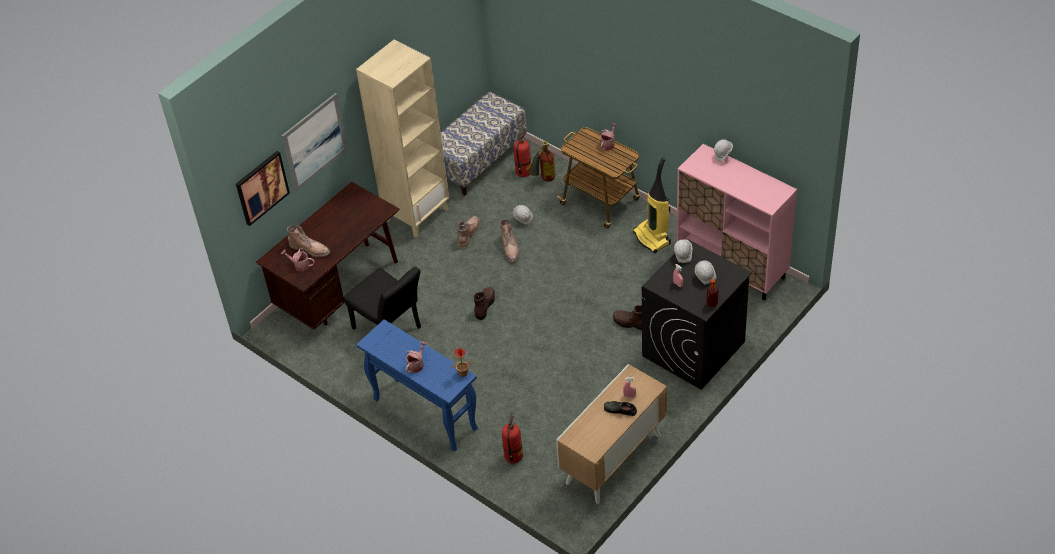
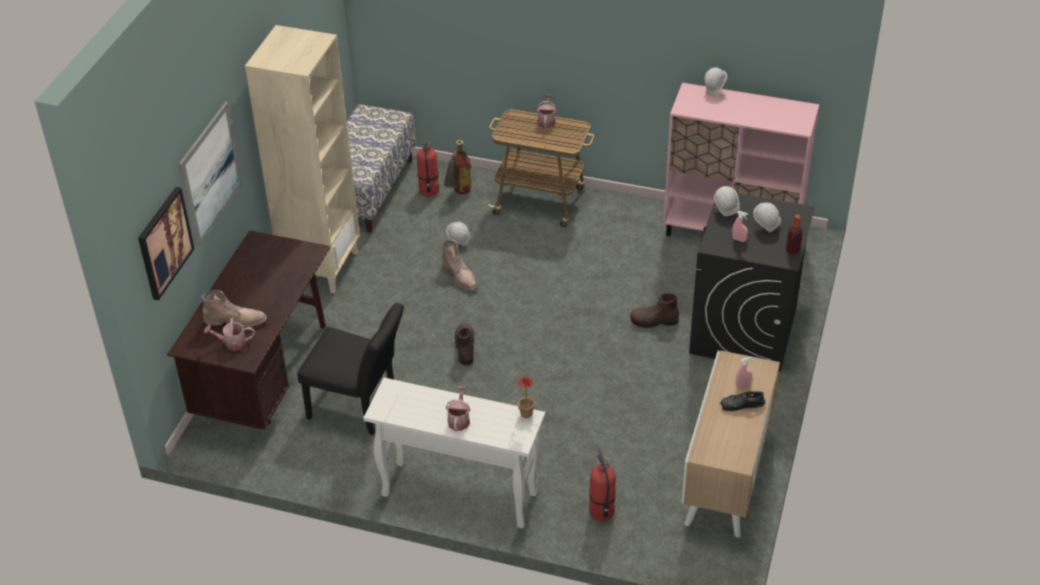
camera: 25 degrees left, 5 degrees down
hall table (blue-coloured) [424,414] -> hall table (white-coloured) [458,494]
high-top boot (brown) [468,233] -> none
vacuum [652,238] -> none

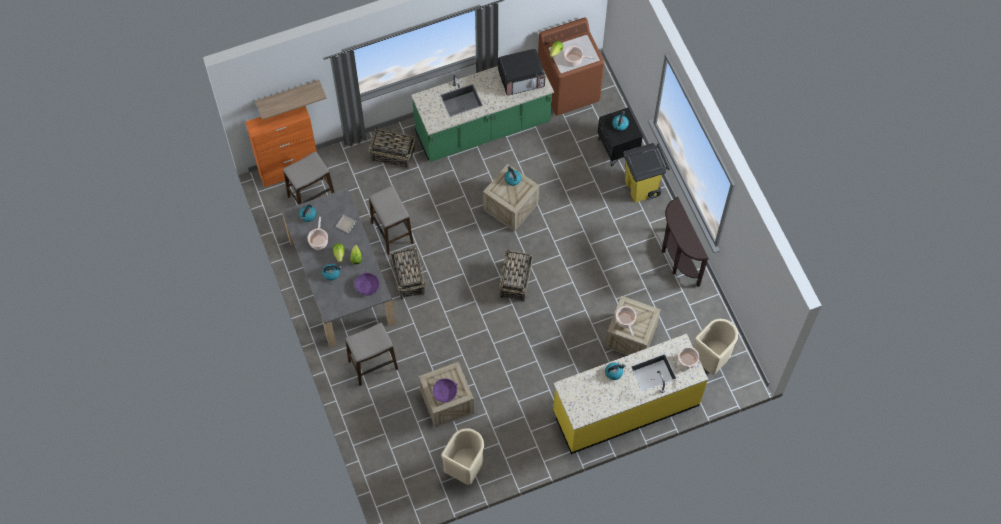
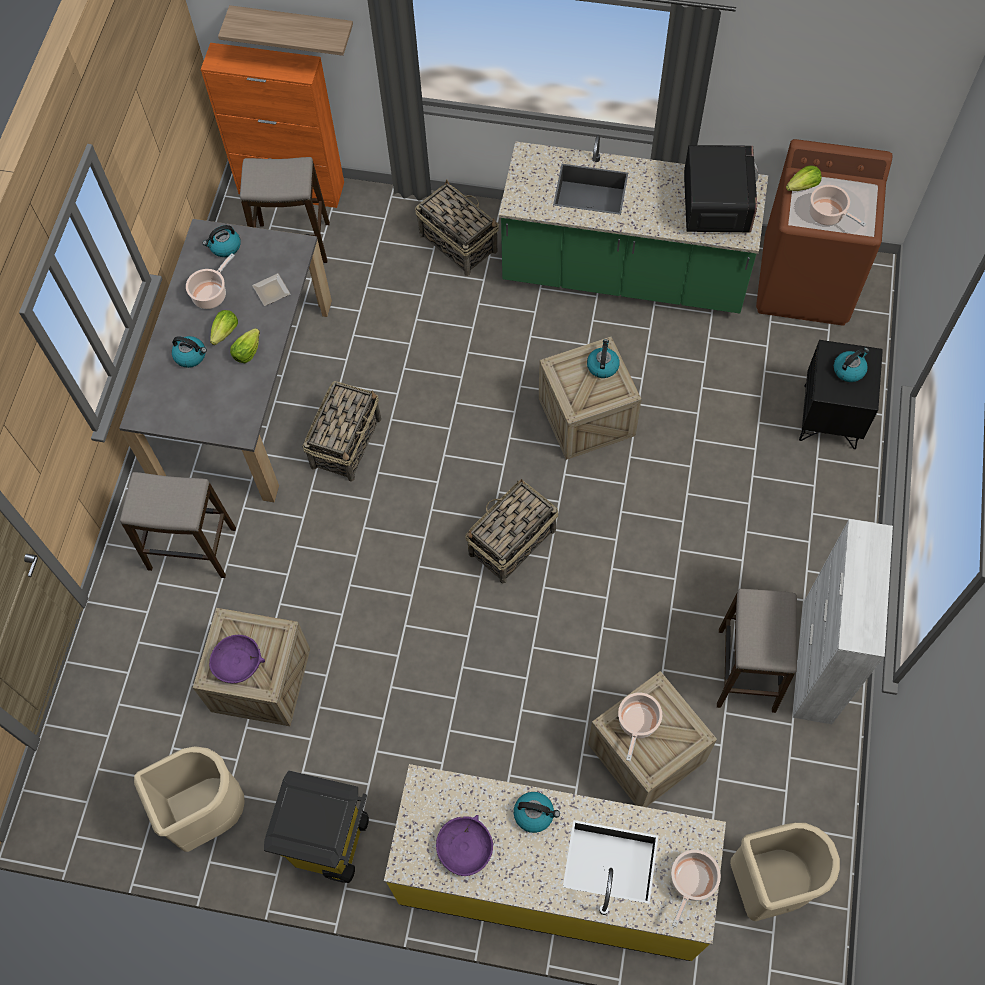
camera: 35 degrees right, 0 degrees up
rubbish bin (yellow-coloured) [642,187] -> rubbish bin (yellow-coloured) [331,844], moved
serving bowl (purple) [367,286] -> serving bowl (purple) [464,847], moved
microwave [521,78] -> microwave [716,203], 105 degrees counterclockwise
stool [392,233] -> stool [747,670], moved
hall table (brown) [677,260] -> cabinet (white-coloured) [816,663]

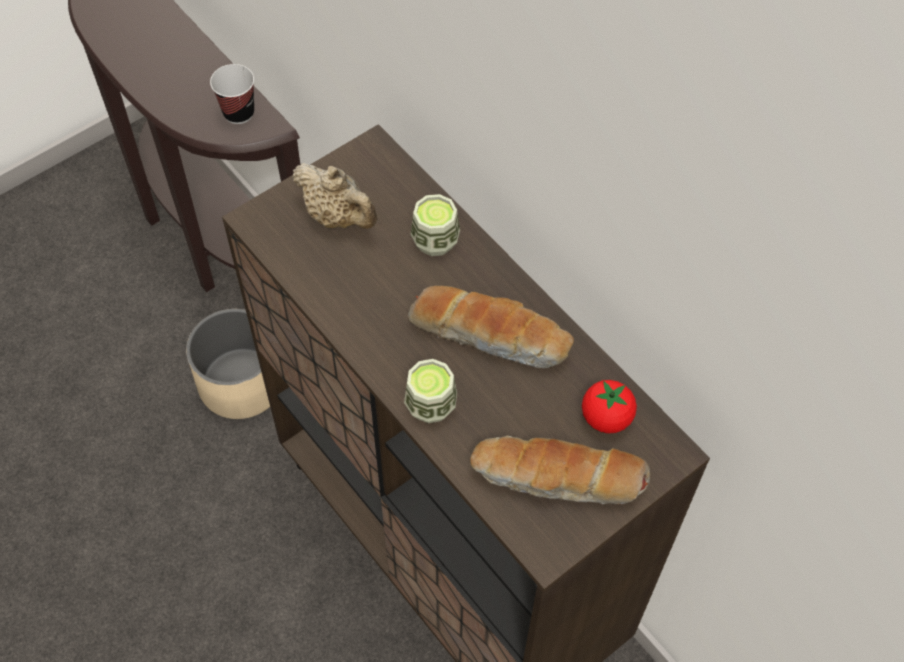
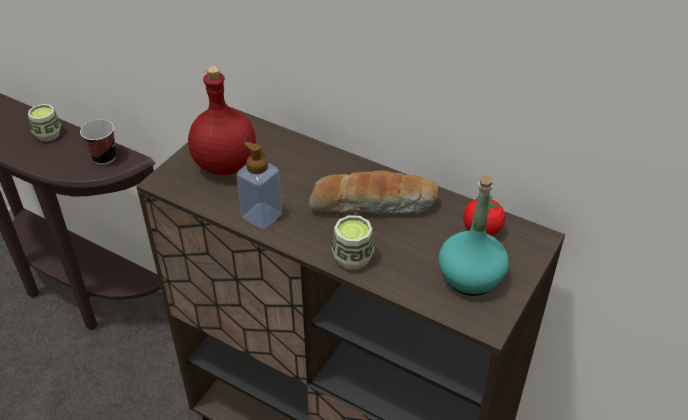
camera: 20 degrees left, 15 degrees down
small cup [435,241] -> small cup [48,134], moved
teapot (beige-coloured) [338,216] -> beverage bottle (red) [226,164]
none -> soap dispenser [262,216]
baked bread [558,479] -> beverage bottle (turquoise) [470,277]
plant pot (beige-coloured) [242,384] -> none

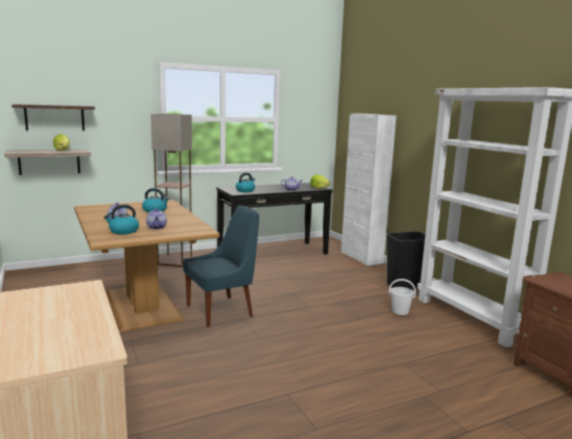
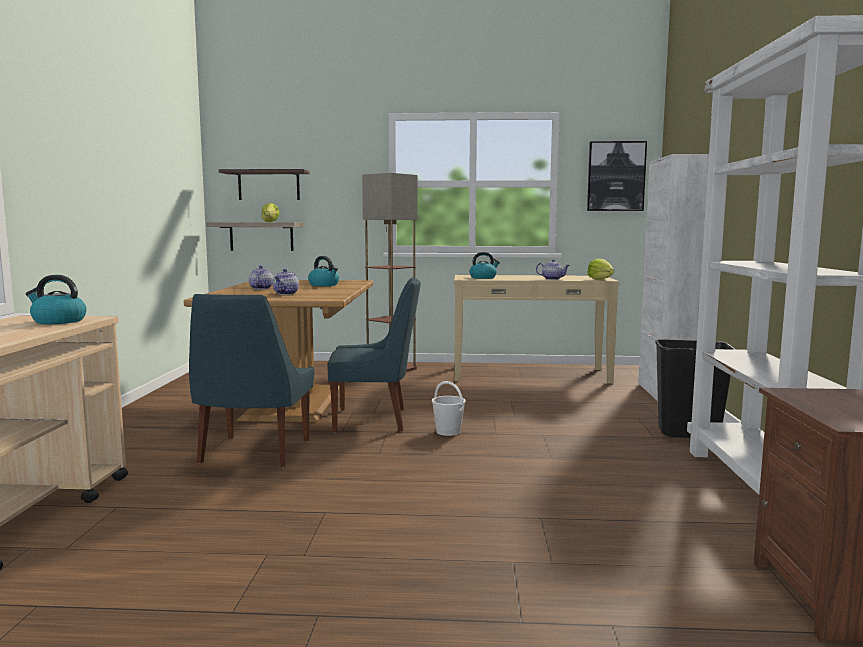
camera: 30 degrees right, 5 degrees down
water kettle [123,231] -> water kettle [58,321], moved
none -> upright chair (blue-coloured) [253,453]
water bucket (white-coloured) [400,311] -> water bucket (white-coloured) [448,432], moved
hall table (blackish) [272,253] -> hall table (beige-coloured) [530,374]
none -> picture [616,176]

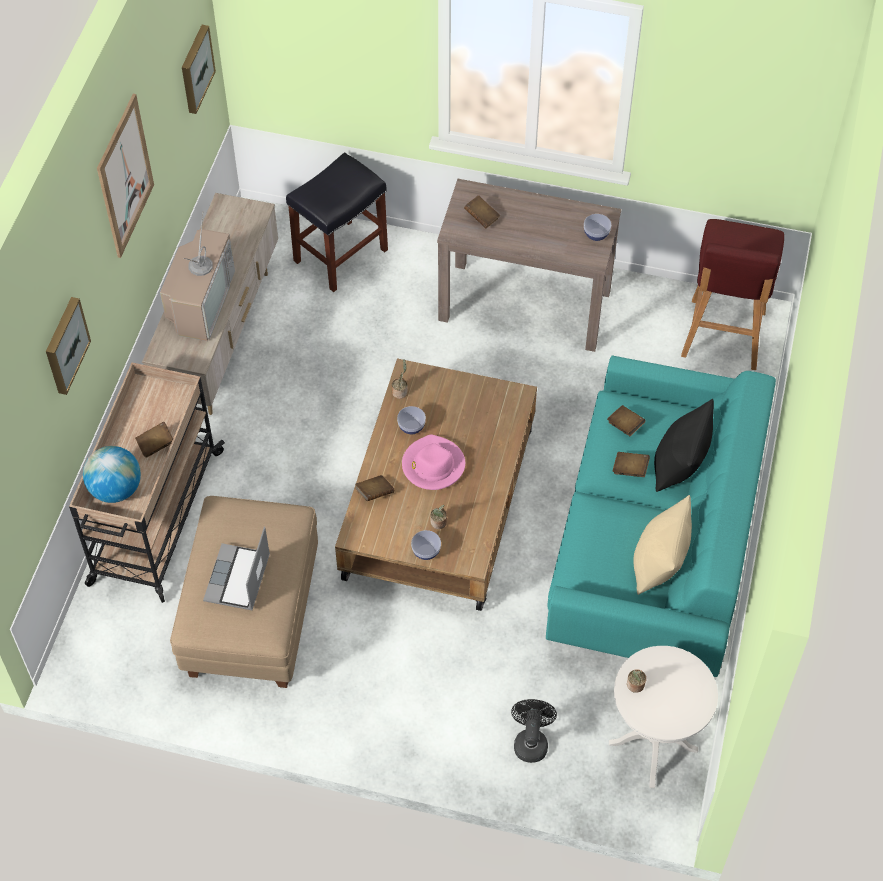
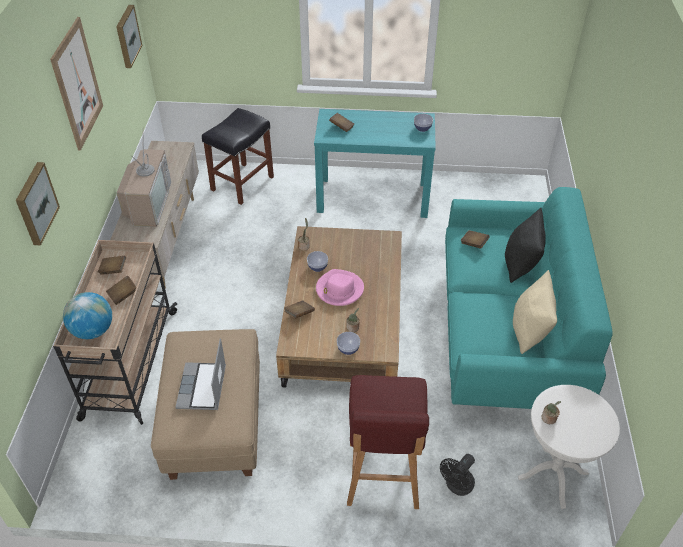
camera: 10 degrees left, 10 degrees down
bound book (brown) [630,469] -> bound book (brown) [113,270], moved
hall table (brown) [525,305] -> hall table (turquoise) [373,197]
stool (red) [722,336] -> stool (red) [383,477], moved
cooling fan (blackish) [531,741] -> cooling fan (blackish) [457,487], 135 degrees counterclockwise

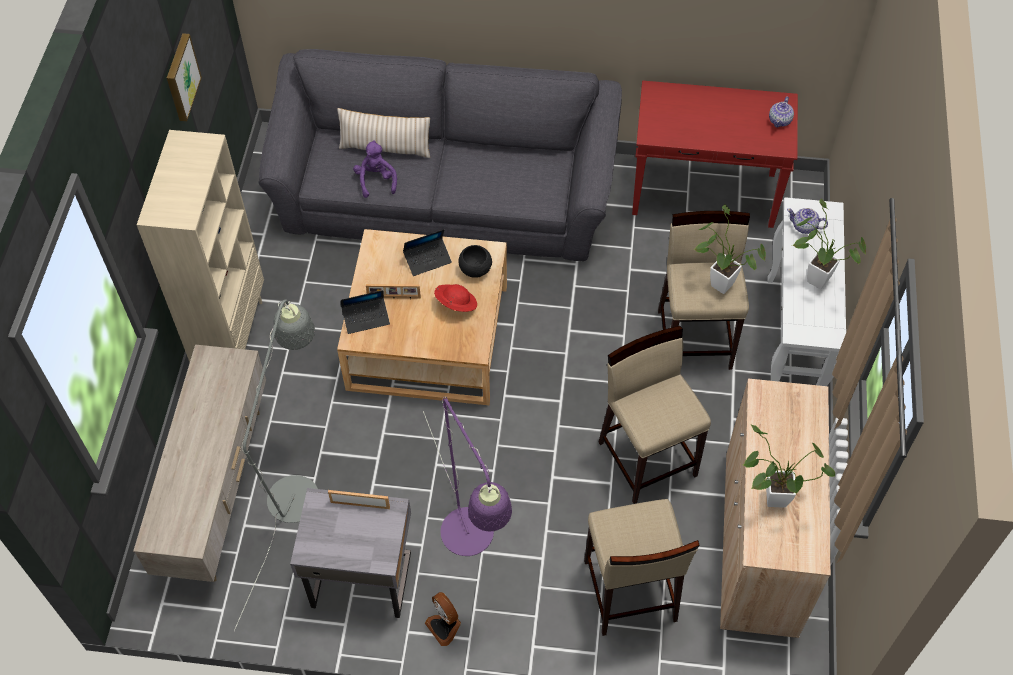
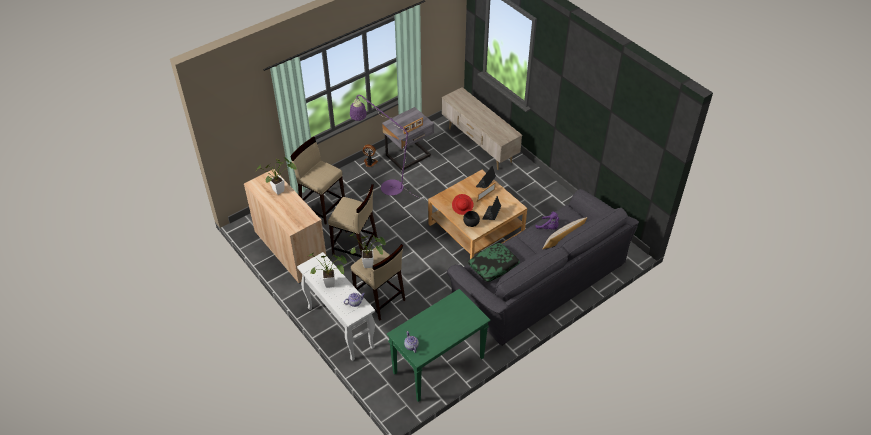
camera: 135 degrees right, 10 degrees down
hall table (red) [705,194] -> hall table (greenish) [438,366]
none -> cushion [493,266]
bookcase (beige-coloured) [231,334] -> none
picture [181,77] -> none
standard lamp (gray) [298,486] -> none

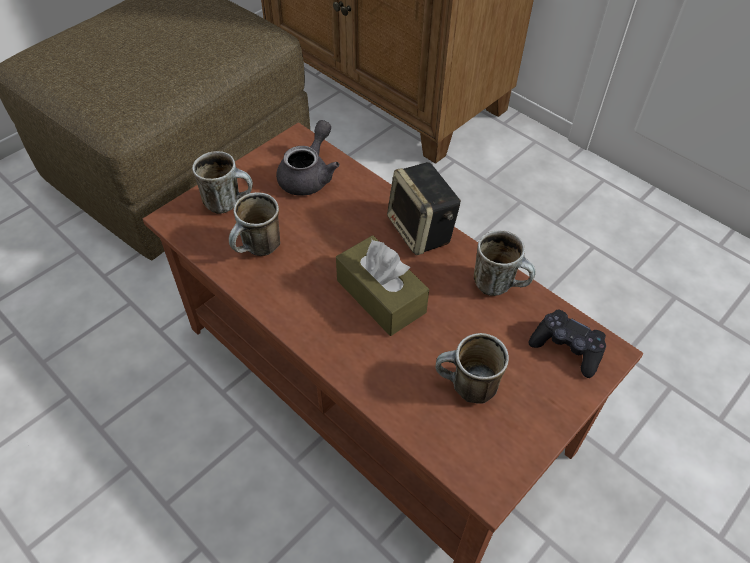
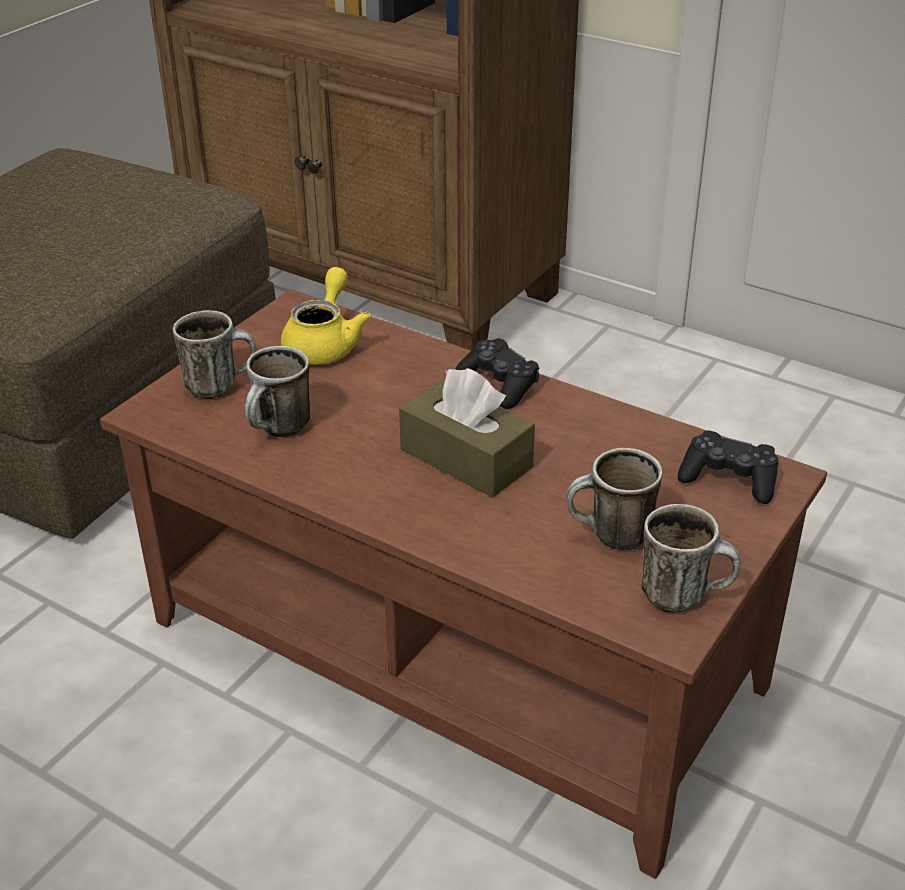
camera: 10 degrees left, 15 degrees down
teapot (gray) [309,175] -> teapot (yellow-coloured) [325,343]
loudspeaker [421,231] -> joypad (blackish) [499,384]
tea mug [500,285] -> tea mug [684,595], moved

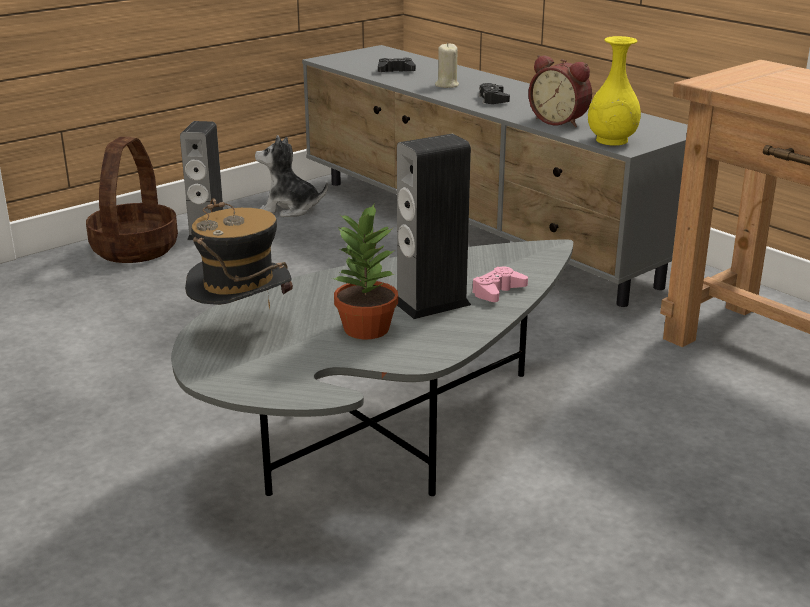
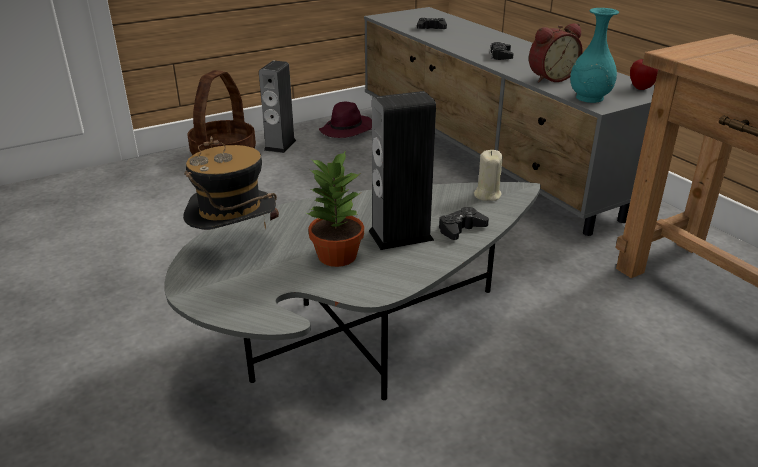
camera: 10 degrees right, 5 degrees up
soft toy [290,209] -> wearable hat (purple) [346,130]
joypad (pink) [497,291] -> joypad (blackish) [461,229]
wax light (beige-coloured) [446,85] -> wax light (beige-coloured) [487,195], moved
alarm clock [560,121] -> alarm clock [550,78], 75 degrees counterclockwise
decorative vase (yellow-coloured) [611,140] -> decorative vase (turquoise) [589,98]
none -> whole apple [641,88]

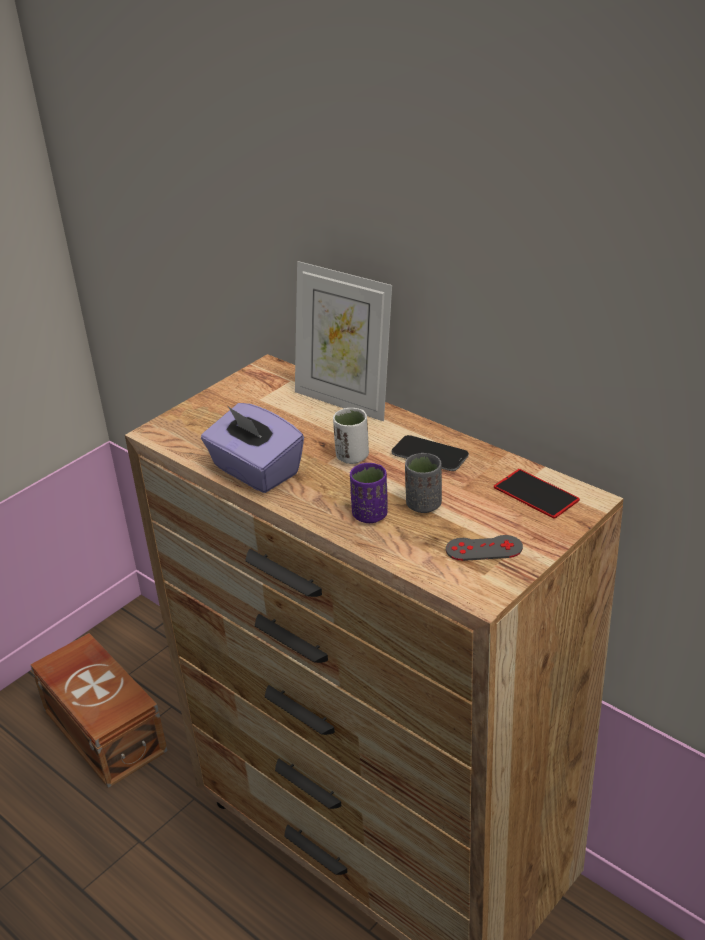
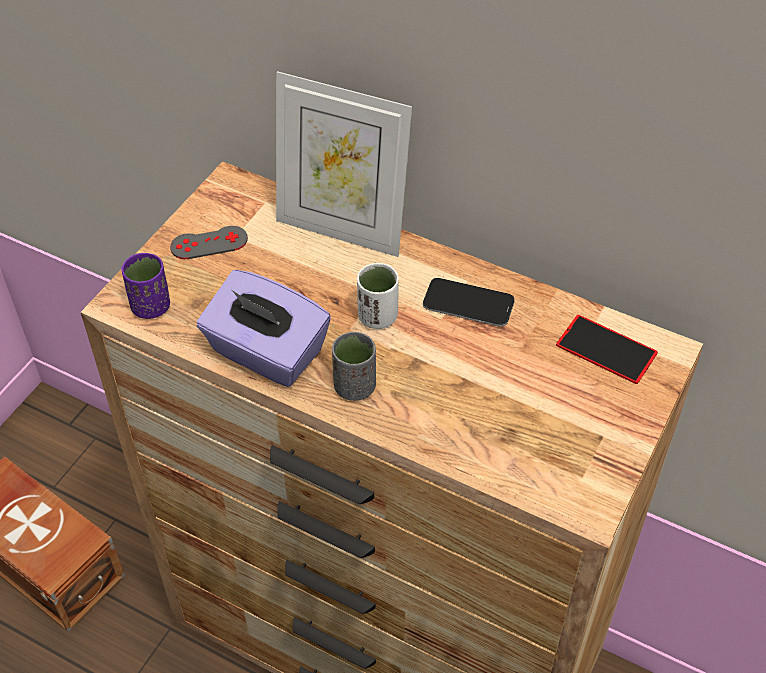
camera: 15 degrees left, 15 degrees up
small cup (purple) [370,515] -> small cup (purple) [151,307], moved
joypad (gray) [484,548] -> joypad (gray) [209,243], moved
small cup (gray) [424,505] -> small cup (gray) [355,386], moved

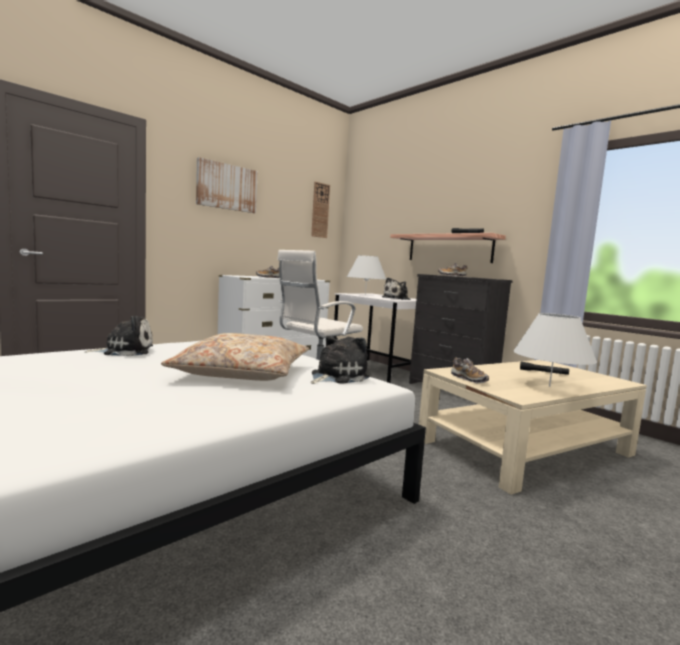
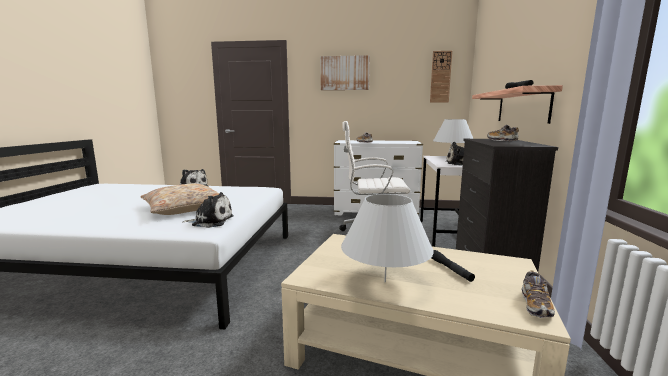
camera: 50 degrees right, 5 degrees up
shoe [468,379] -> shoe [535,305], moved

